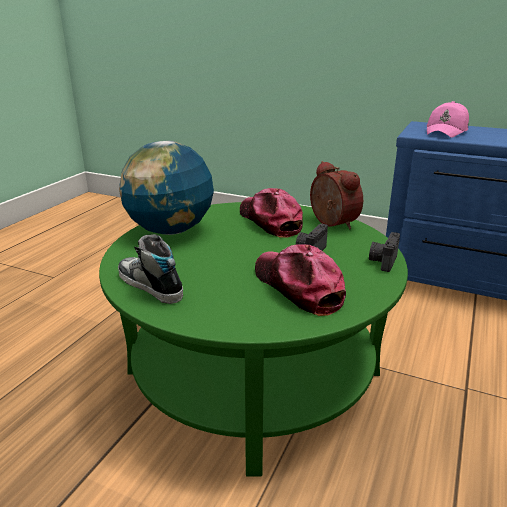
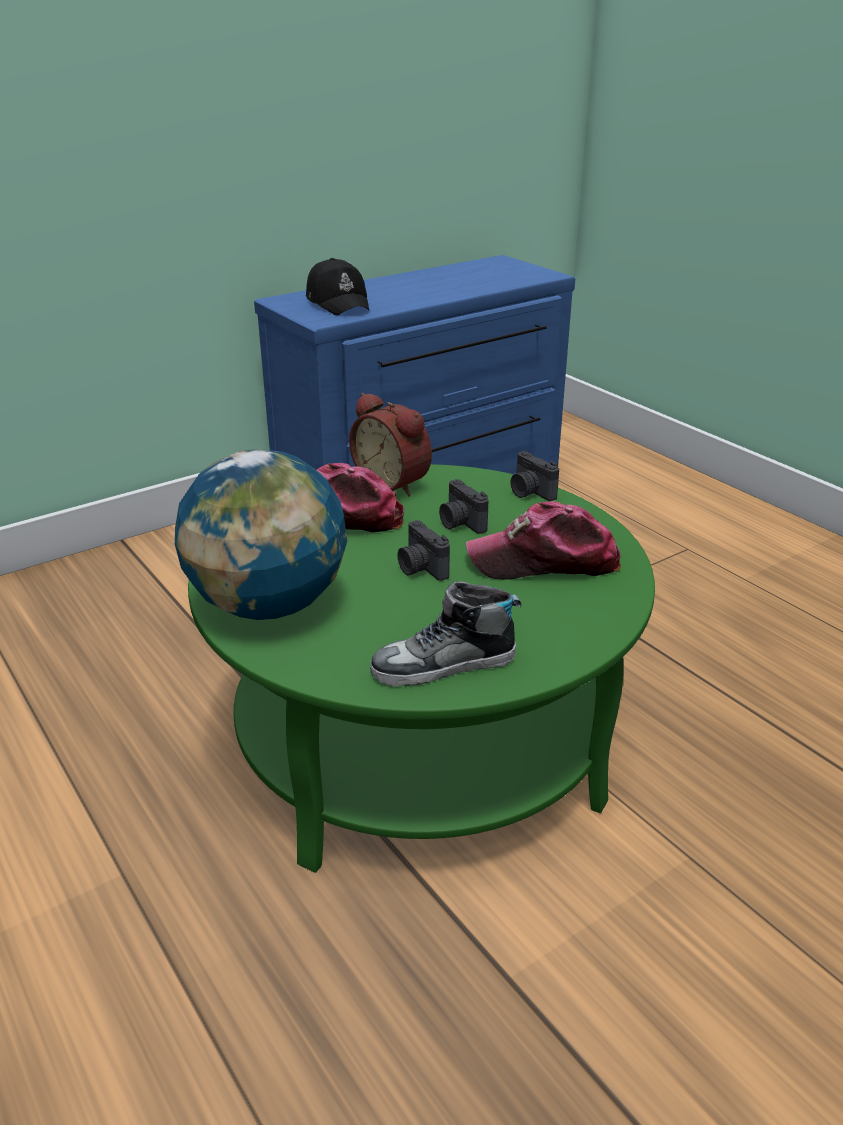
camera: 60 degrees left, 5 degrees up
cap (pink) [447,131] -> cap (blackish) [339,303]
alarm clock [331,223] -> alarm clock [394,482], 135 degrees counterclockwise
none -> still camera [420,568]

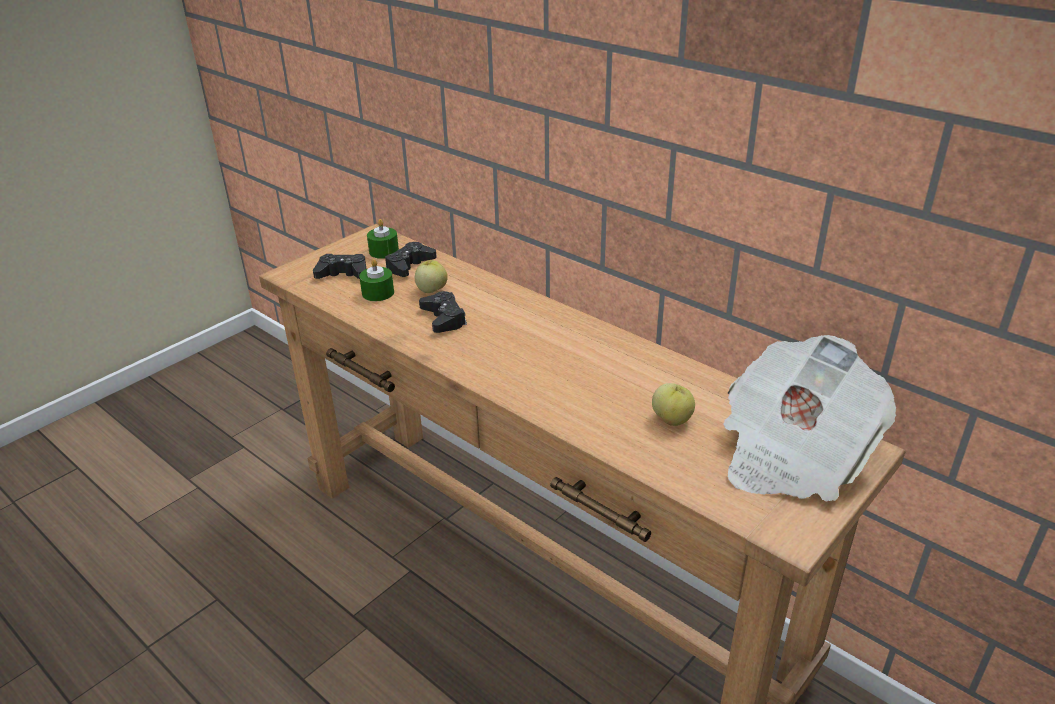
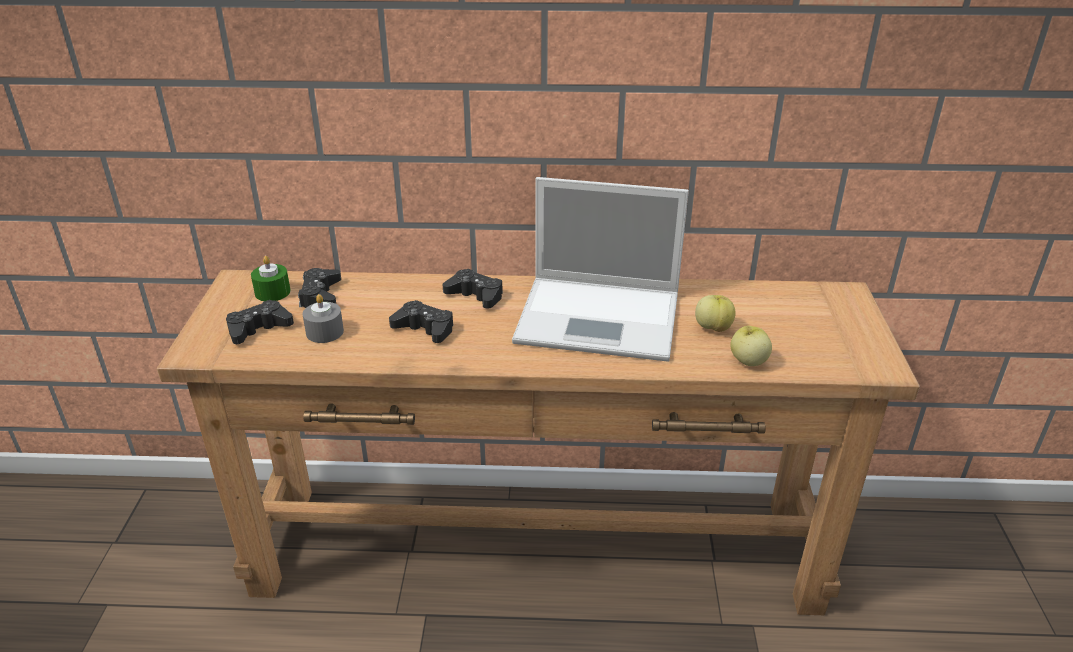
camera: 40 degrees left, 0 degrees up
wax light (greenish) [378,293] -> wax light (gray) [325,332]
none -> joypad (blackish) [475,295]
none -> notebook computer [602,318]
whole apple [431,290] -> whole apple [748,361], moved
daily paper [792,453] -> none

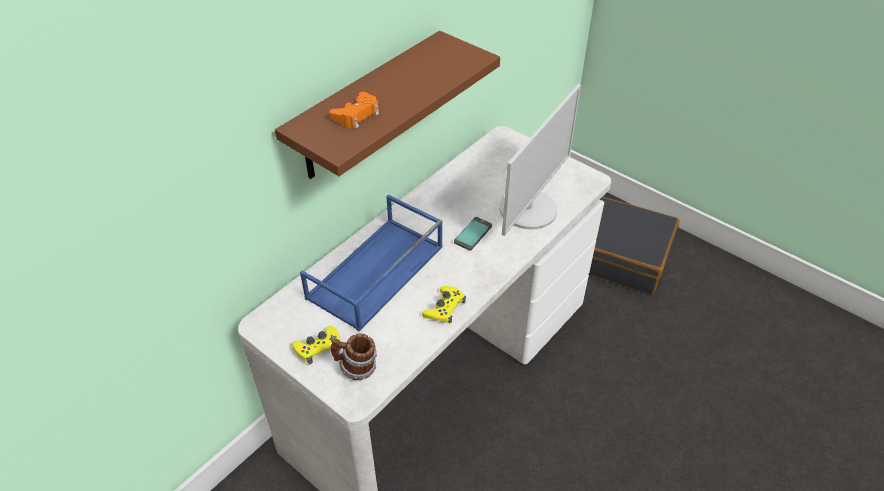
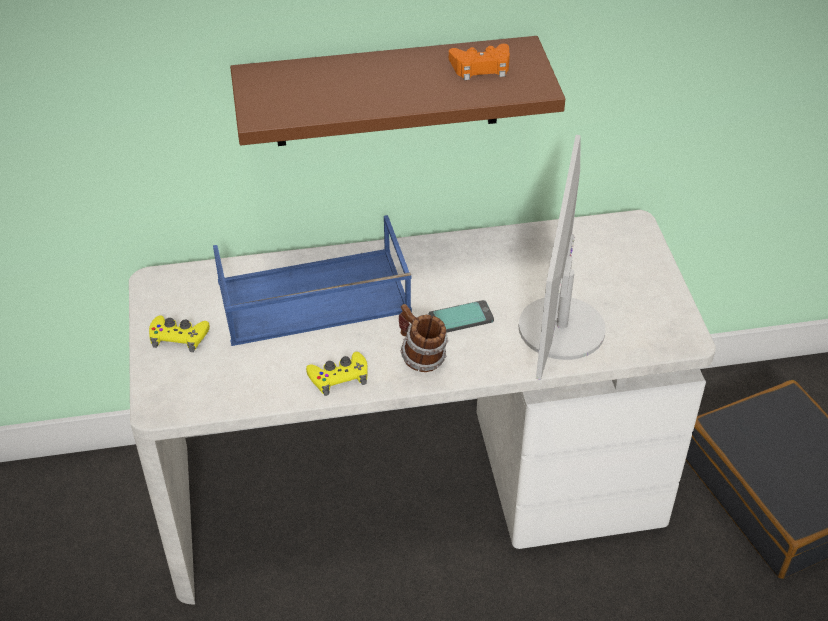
camera: 40 degrees right, 0 degrees up
tea mug [356,368] -> tea mug [420,357], moved
joypad (orange-coloured) [357,115] -> joypad (orange-coloured) [481,67], moved
computer display [529,209] -> computer display [560,329], 120 degrees clockwise

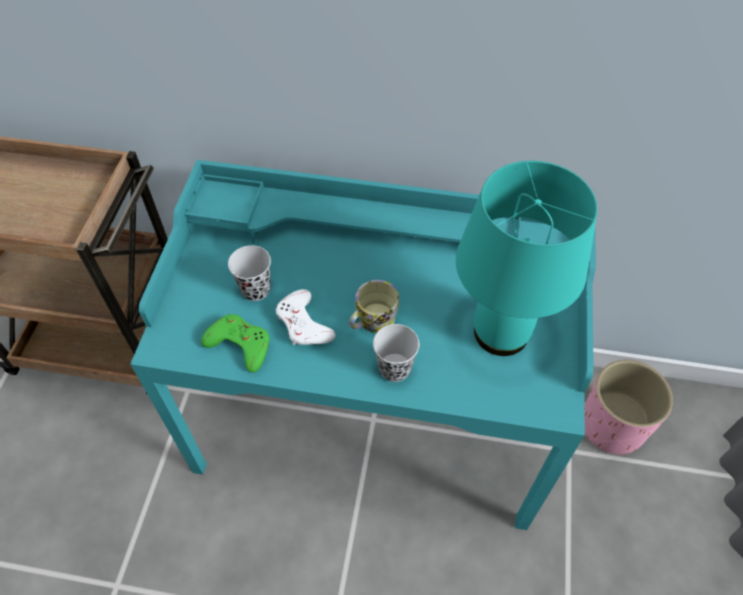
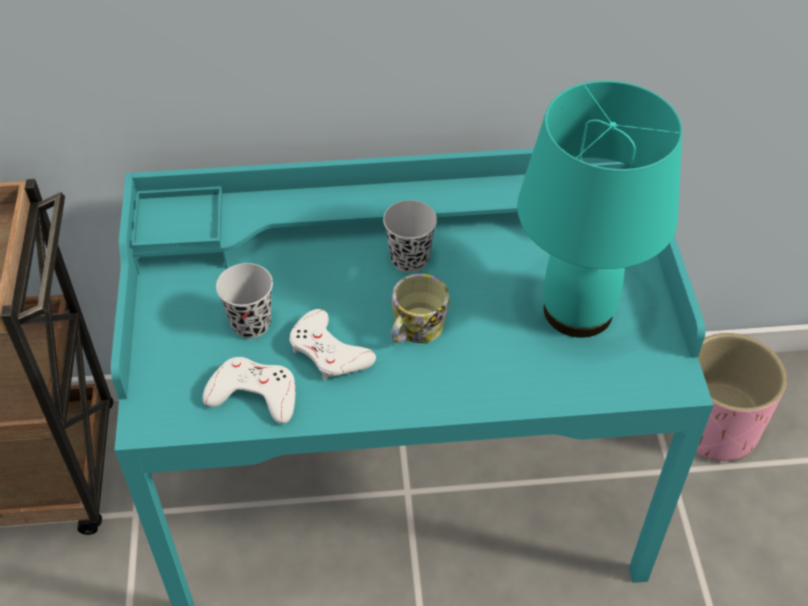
camera: 15 degrees left, 5 degrees down
joypad (greenish) [239,344] -> joypad (white-coloured) [254,394]
small cup (blackish) [394,368] -> small cup (blackish) [409,259], moved

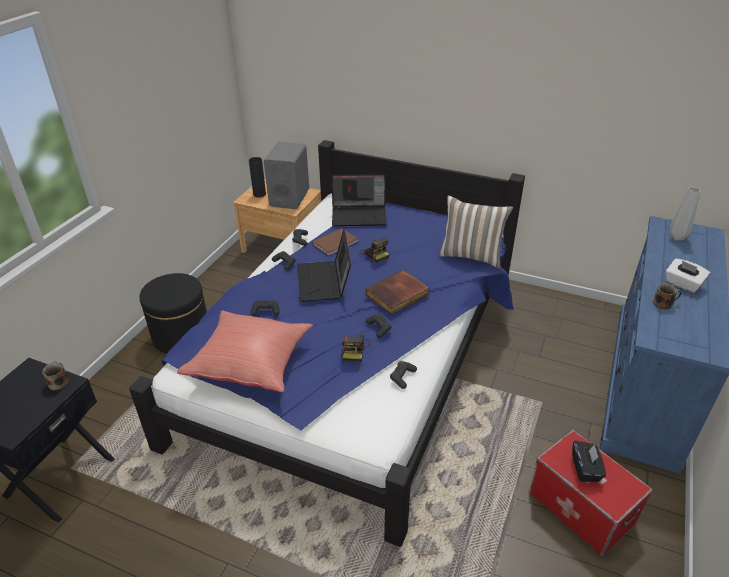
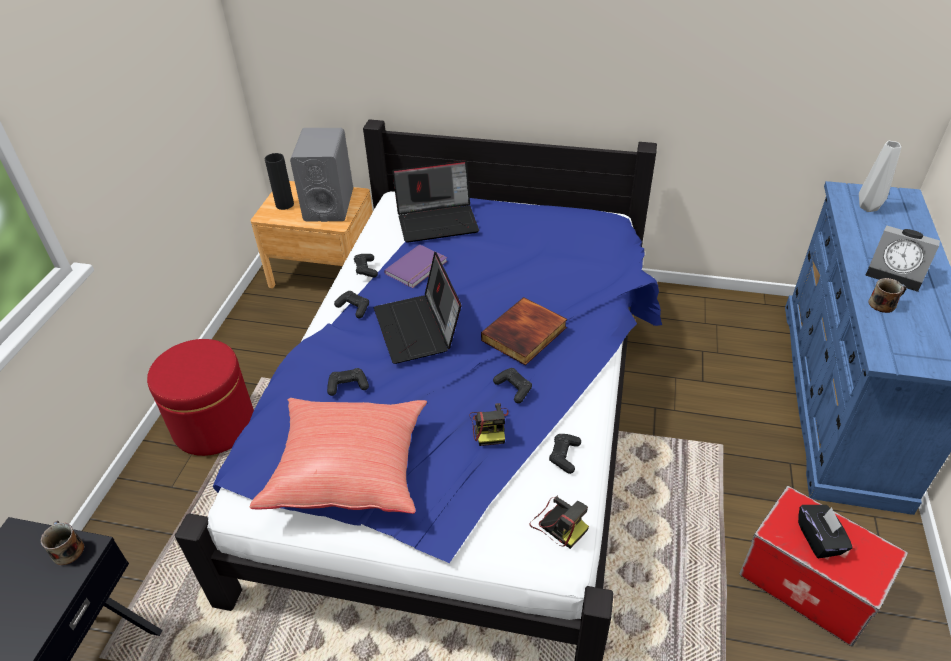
camera: 10 degrees left, 5 degrees up
pouffe (blackish) [181,335] -> pouffe (red) [214,425]
bound book (brown) [336,243] -> bound book (purple) [417,268]
still camera [374,254] -> still camera [558,524], moved
tissue holder (white-coloured) [682,284] -> alarm clock [897,273]
cushion [471,255] -> none

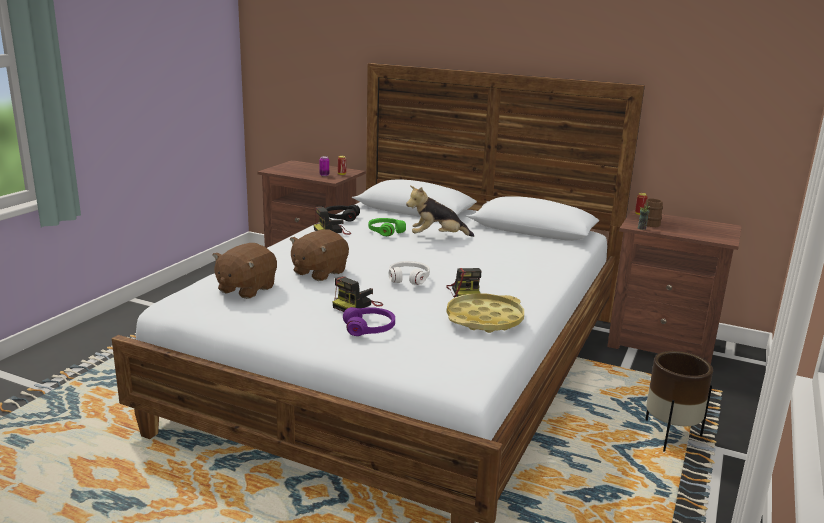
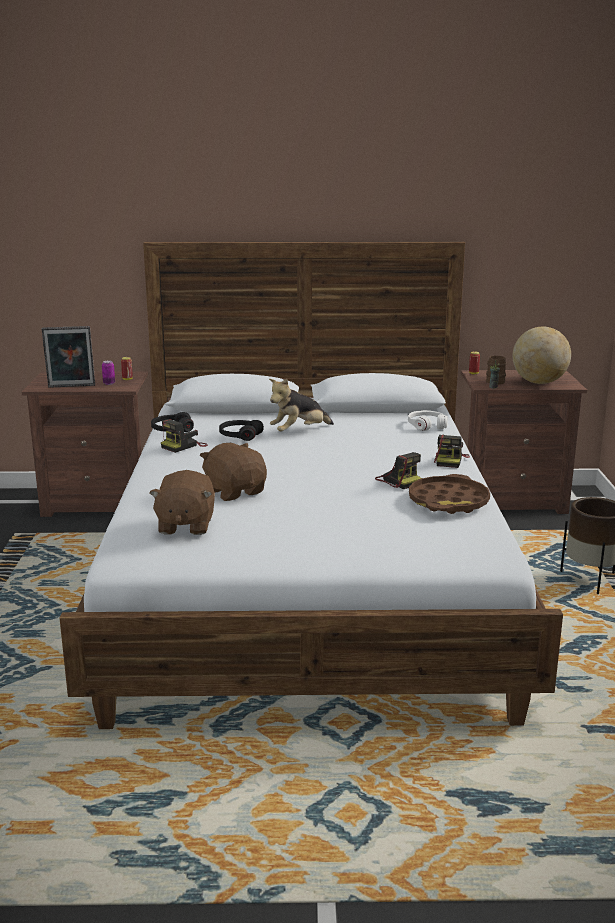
camera: 25 degrees left, 0 degrees up
none -> standing frame [71,387]
soft toy (brown) [319,272] -> soft toy (brown) [235,492], 135 degrees clockwise
pair of headphones (greenish) [385,231] -> pair of headphones (blackish) [240,435]
pair of headphones (white-coloured) [408,278] -> pair of headphones (white-coloured) [427,426], moved
serving tray (yellow-coloured) [484,319] -> serving tray (brown) [448,502]
still camera [357,305] -> still camera [450,460], moved
none -> desk globe [539,382]
pair of headphones (purple) [369,328] -> none

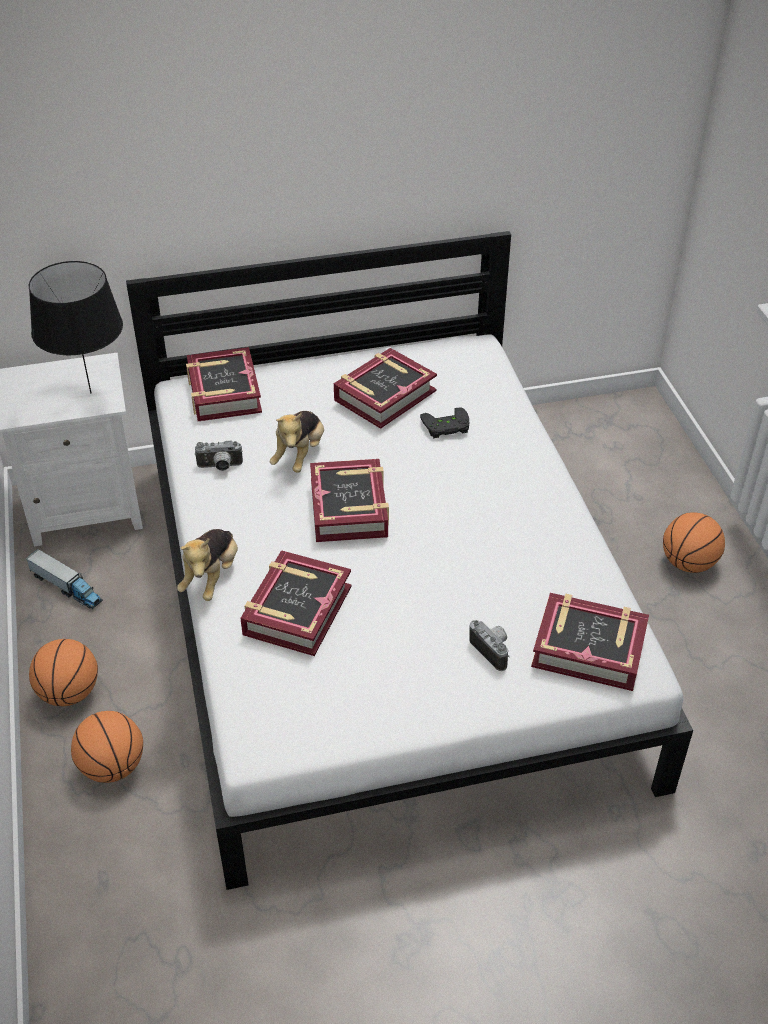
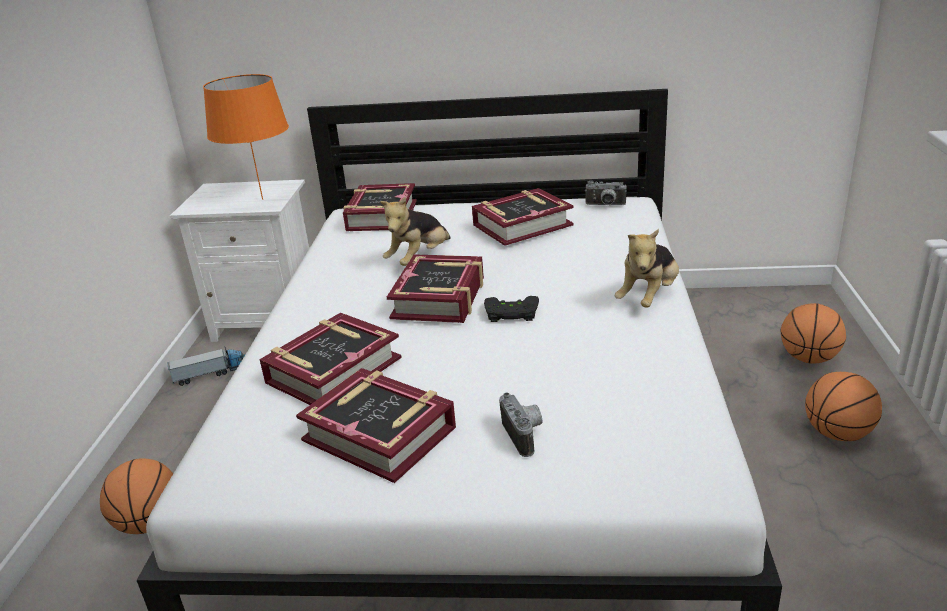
camera: 20 degrees right, 15 degrees down
toy truck [66,587] -> toy truck [214,373], 75 degrees counterclockwise
tabletop lamp (blackish) [91,393] -> tabletop lamp (orange-coloured) [263,199]
bound book [589,648] -> bound book [380,433], moved
joypad (blackish) [446,427] -> joypad (blackish) [511,314], moved
still camera [220,467] -> still camera [605,205], moved
soft toy [212,576] -> soft toy [649,297], moved
ball for basketball [69,693] -> ball for basketball [808,359], moved

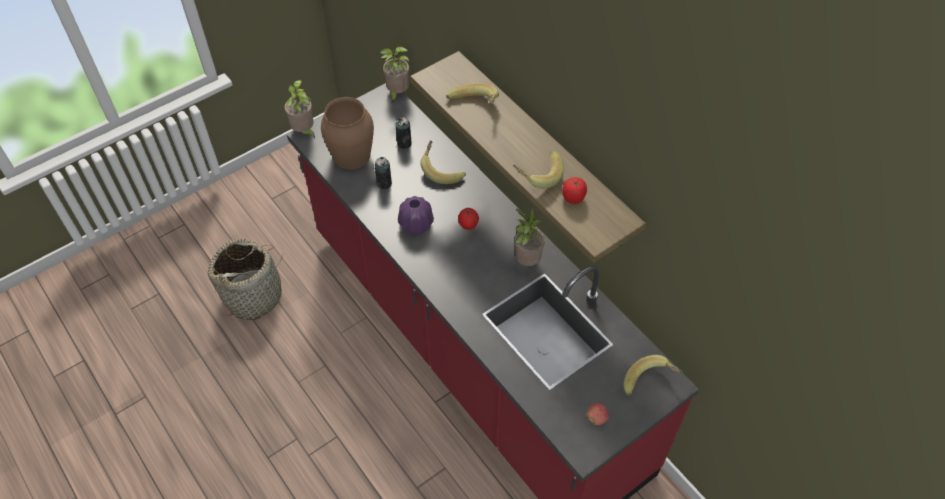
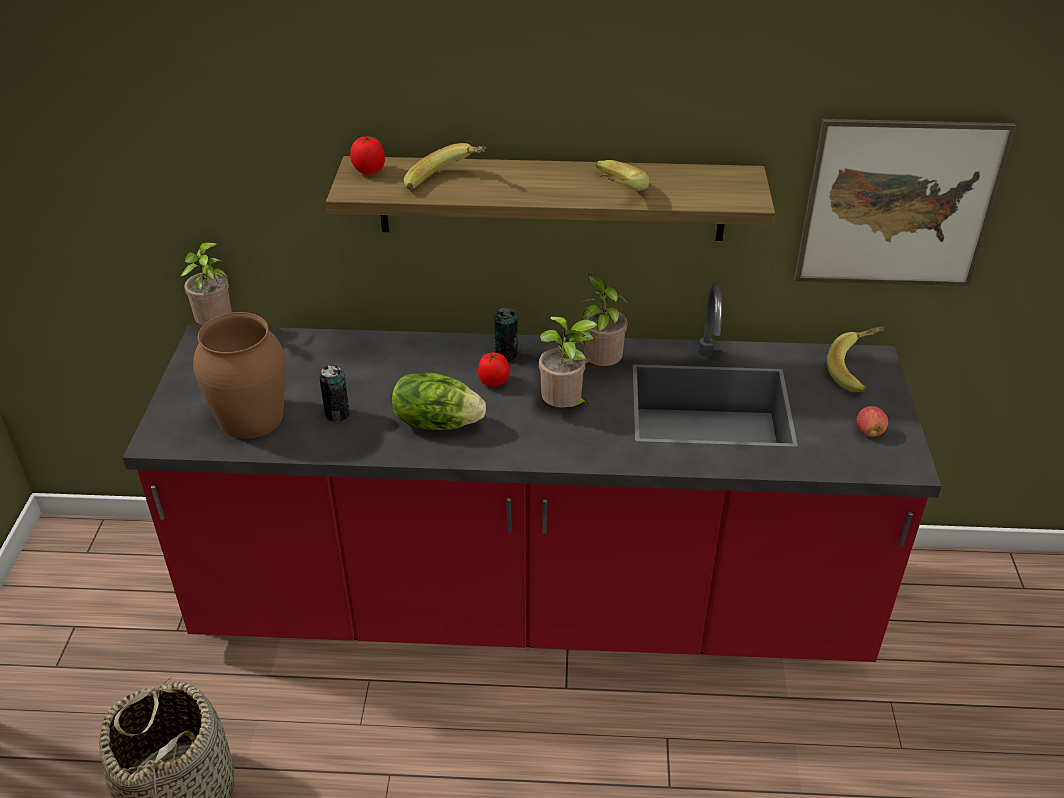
camera: 50 degrees left, 15 degrees down
whole tomato [573,198] -> whole tomato [369,171], moved
decorative vase (purple) [416,224] -> lettuce [437,422]
metal can [404,143] -> metal can [506,355], moved
plant in a pot [304,131] -> plant in a pot [564,408], moved
none -> picture [898,204]
whole banana [442,170] -> none

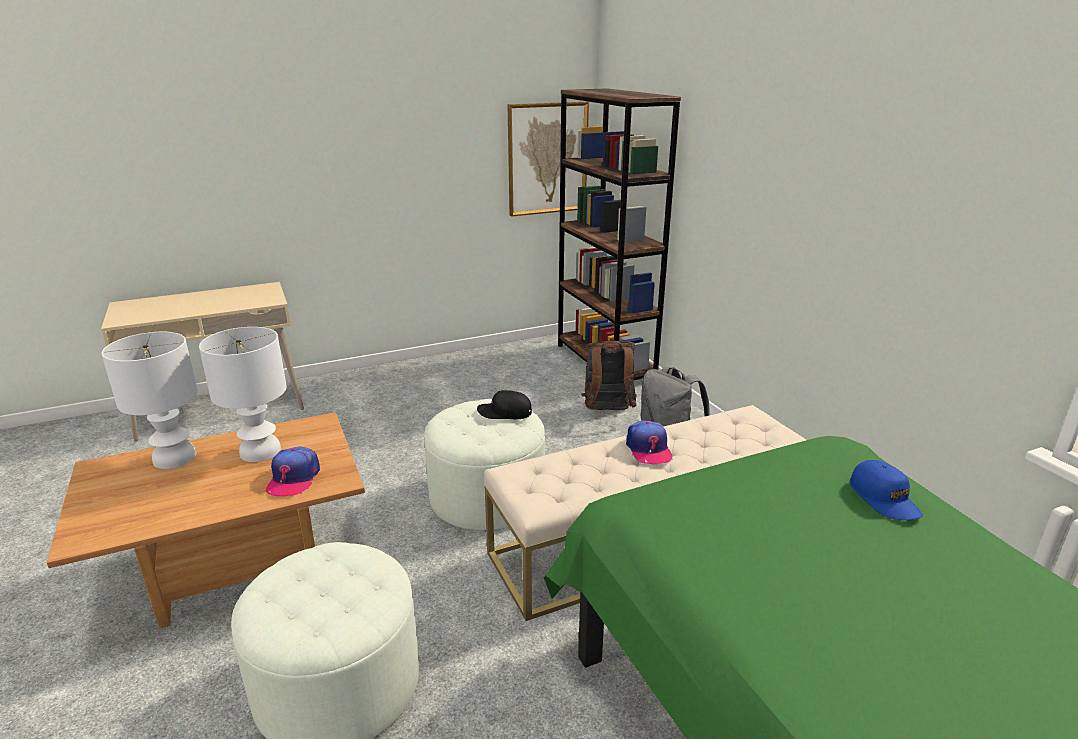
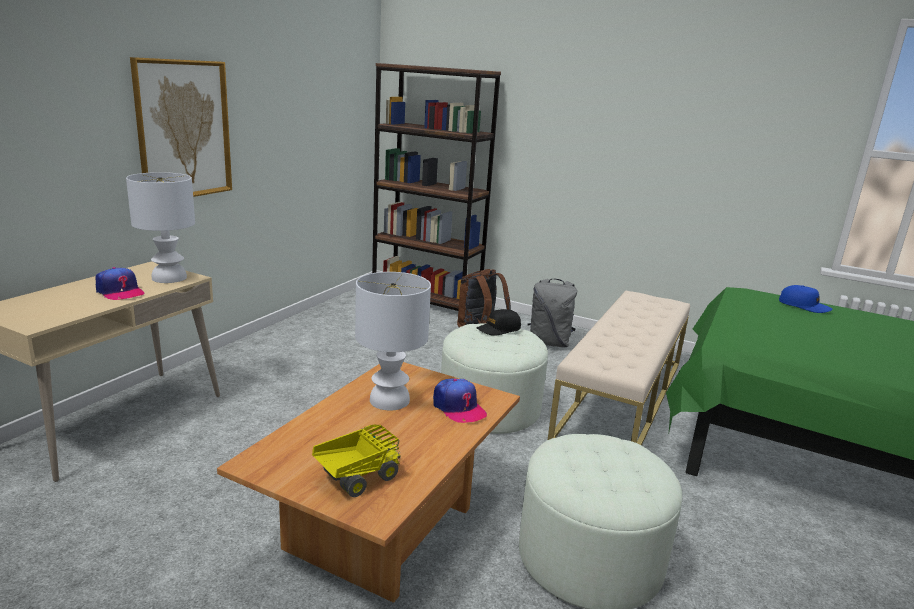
camera: 40 degrees left, 5 degrees down
cap [648,449] -> cap [120,292], moved
tabletop lamp (white-coloured) [173,458] -> tabletop lamp (white-coloured) [168,278], moved
picture [547,159] -> picture [183,130], moved
none -> toy truck [357,478]

